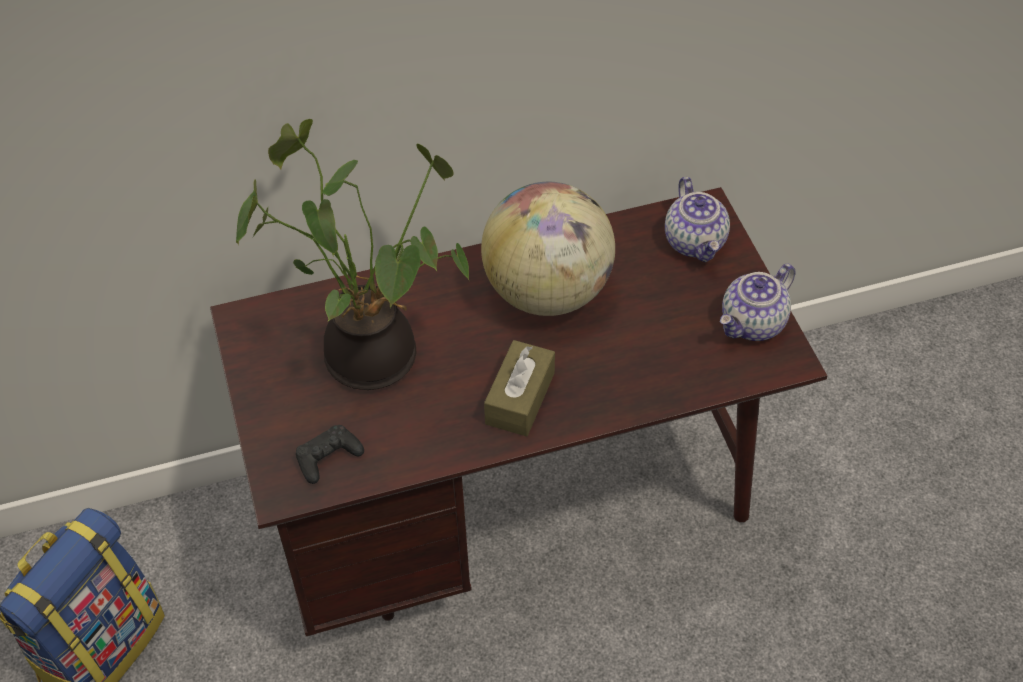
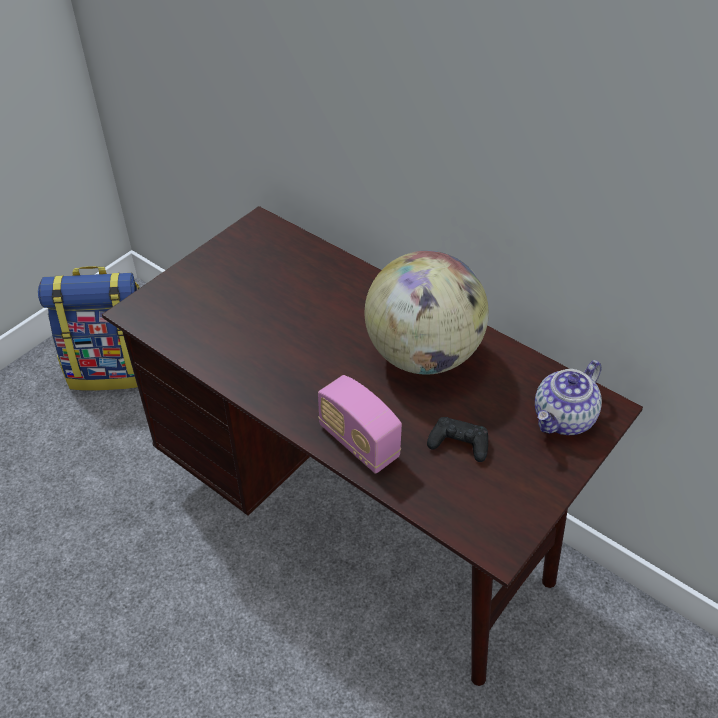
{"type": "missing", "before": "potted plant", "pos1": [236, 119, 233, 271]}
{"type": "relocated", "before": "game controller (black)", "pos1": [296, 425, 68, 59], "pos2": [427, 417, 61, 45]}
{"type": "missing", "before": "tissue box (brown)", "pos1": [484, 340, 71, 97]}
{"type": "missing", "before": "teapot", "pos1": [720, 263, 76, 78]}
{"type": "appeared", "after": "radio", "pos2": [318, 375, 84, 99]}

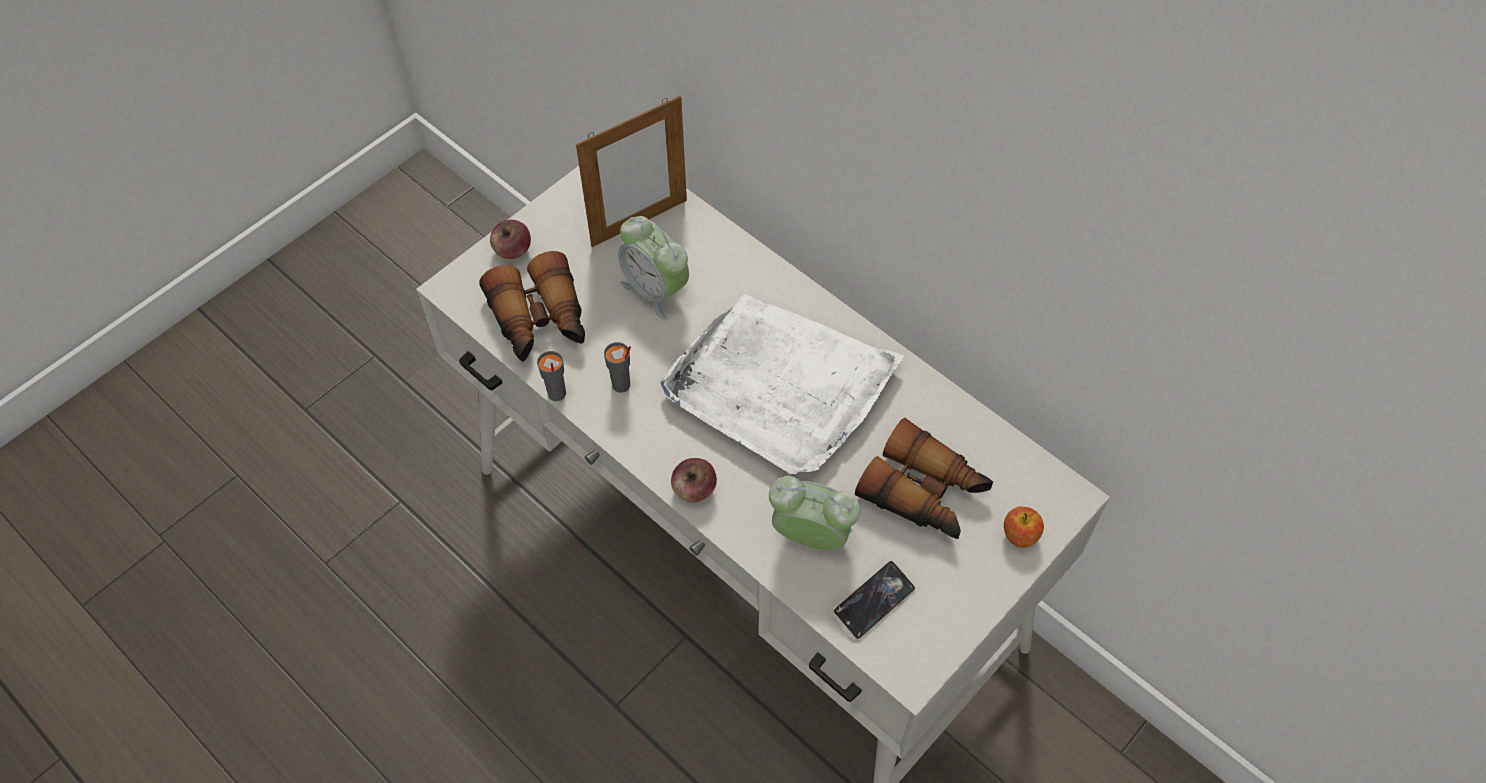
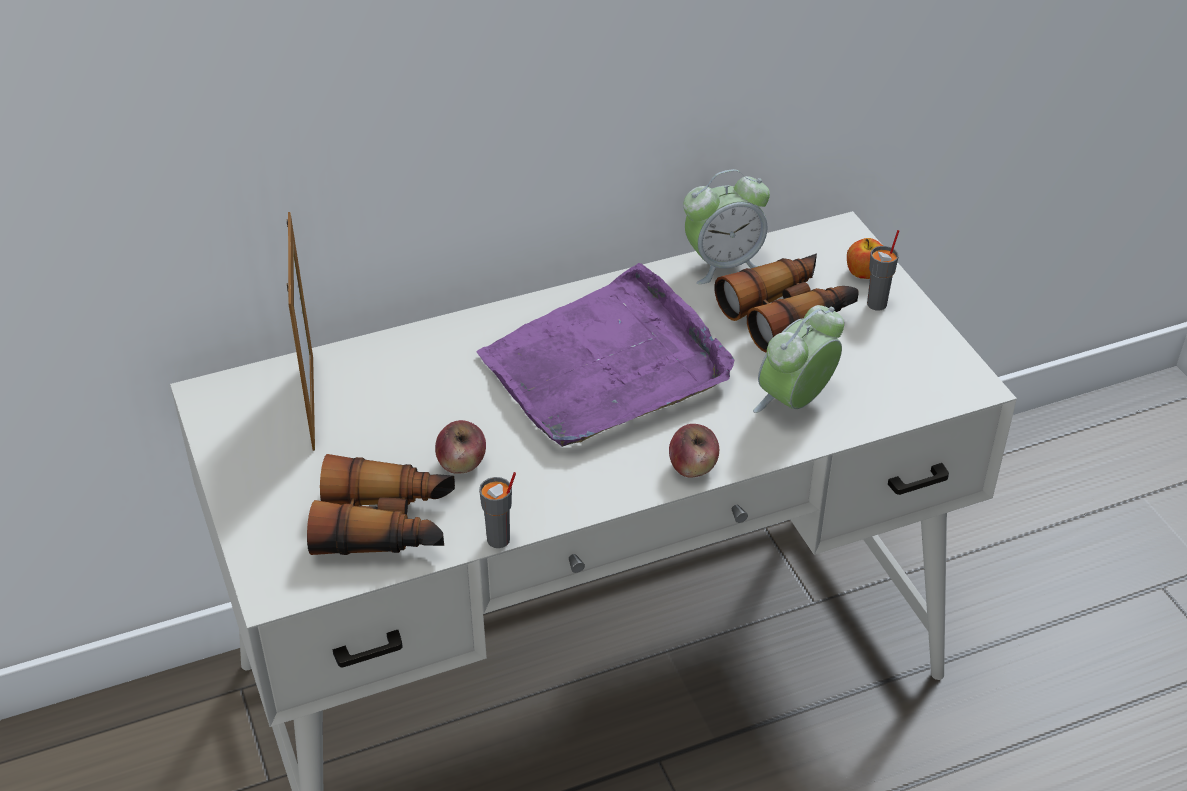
{"type": "relocated", "before": "apple", "pos1": [490, 220, 41, 39], "pos2": [435, 420, 51, 54]}
{"type": "relocated", "before": "cup (grey)", "pos1": [604, 342, 27, 51], "pos2": [867, 230, 32, 81]}
{"type": "relocated", "before": "alarm clock", "pos1": [618, 216, 71, 104], "pos2": [683, 169, 87, 115]}
{"type": "colour", "before": "tray (white)", "after": "tray (purple)", "pos1": [660, 294, 244, 180], "pos2": [476, 263, 258, 184]}
{"type": "missing", "before": "phone", "pos1": [832, 560, 84, 80]}

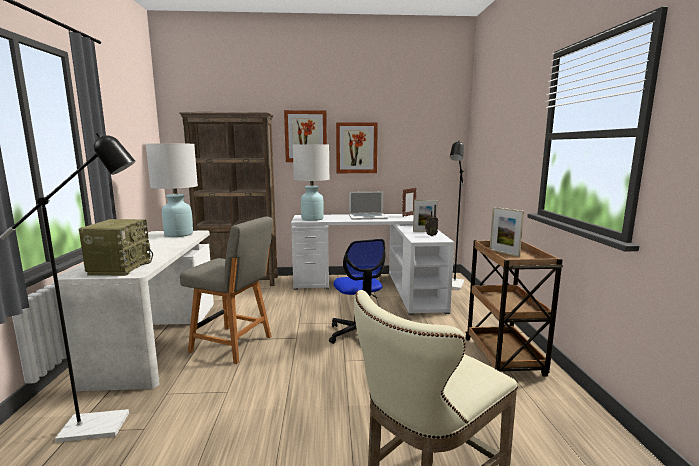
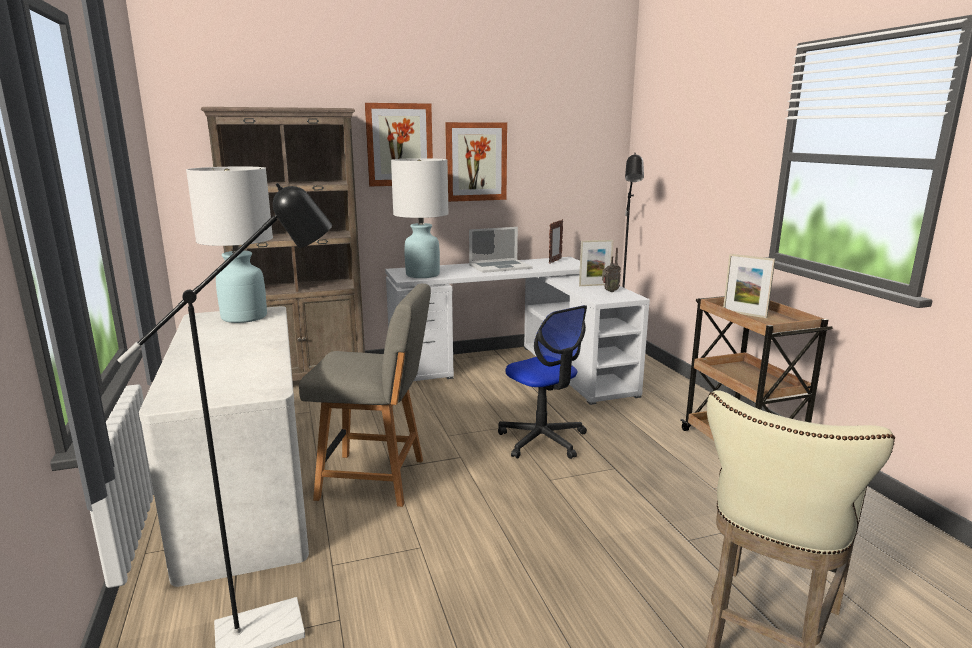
{"type": "missing", "before": "radio", "pos1": [79, 219, 74, 57]}

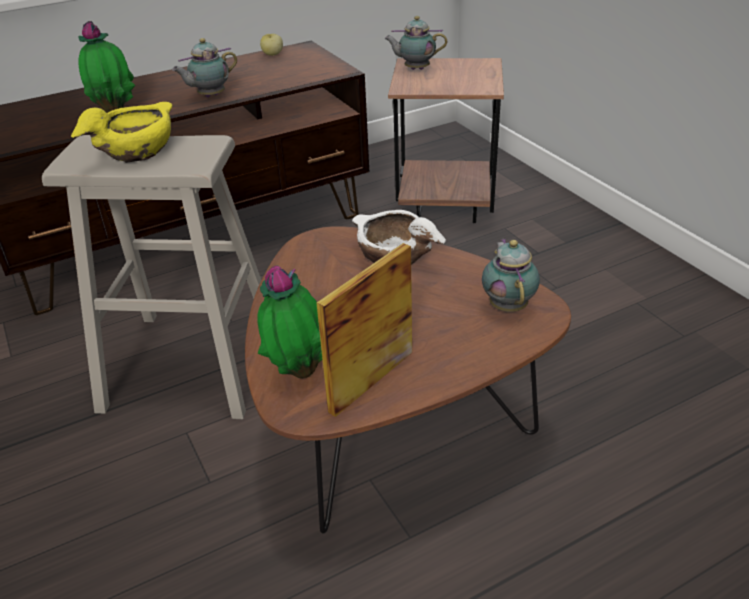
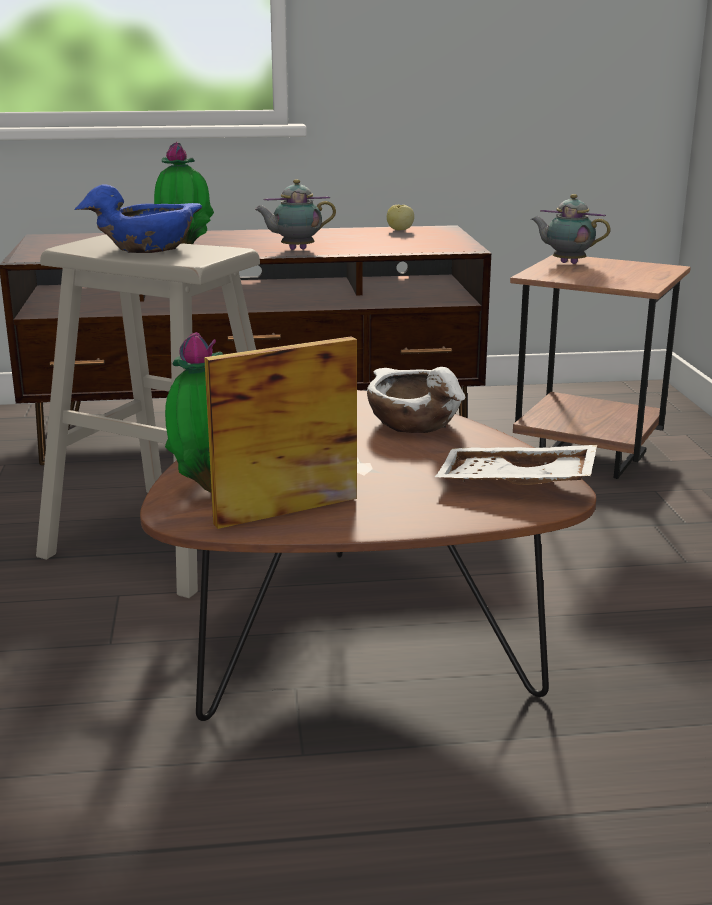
{"type": "colour", "before": "bowl (yellow)", "after": "bowl (blue)", "pos1": [71, 102, 102, 61], "pos2": [74, 184, 128, 69]}
{"type": "exchanged", "before": "teapot", "after": "tray (white)", "pos1": [482, 238, 58, 74], "pos2": [435, 445, 162, 40]}

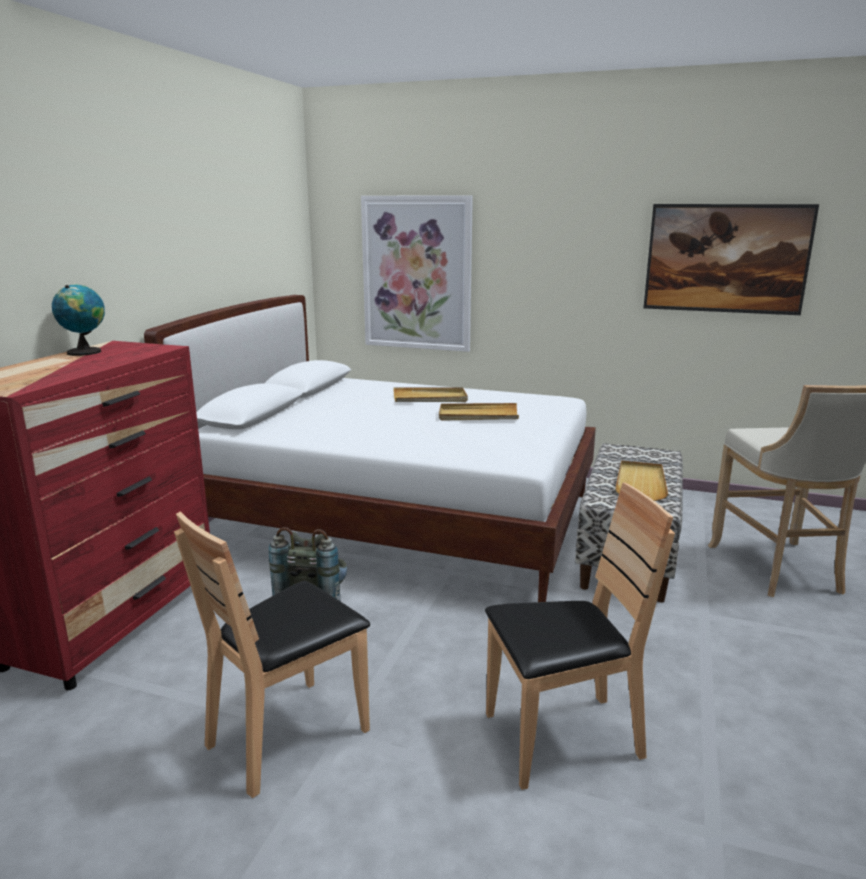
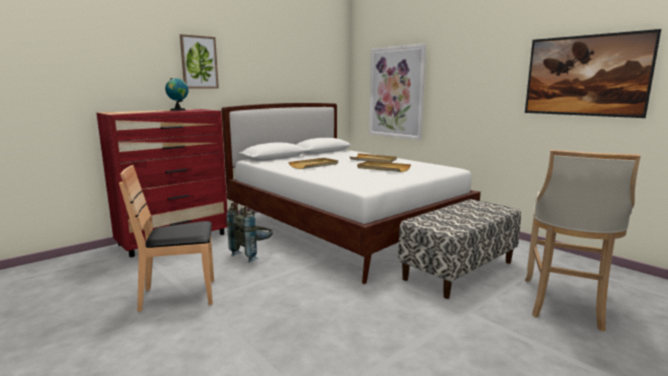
{"type": "missing", "before": "chair (brown)", "pos1": [485, 483, 190, 307]}
{"type": "relocated", "before": "tray (beige)", "pos1": [615, 461, 53, 40], "pos2": [288, 158, 50, 11]}
{"type": "appeared", "after": "picture", "pos2": [180, 34, 39, 55]}

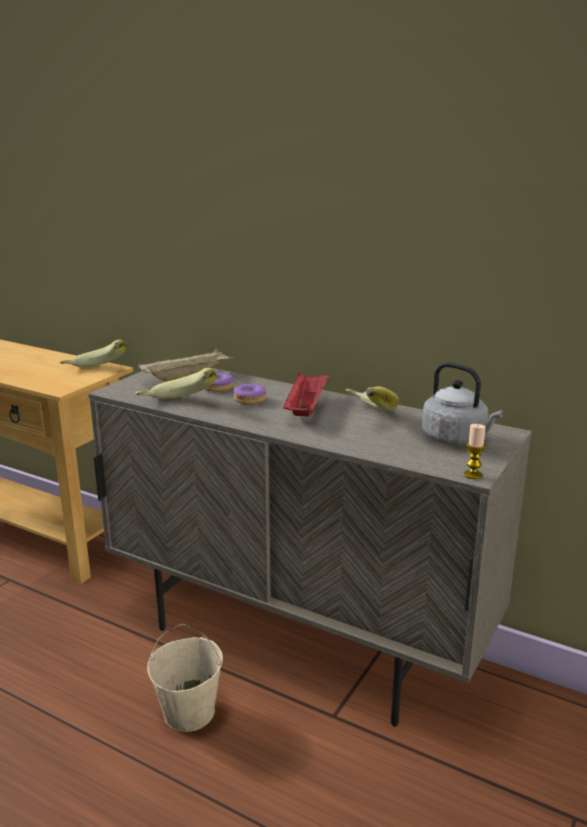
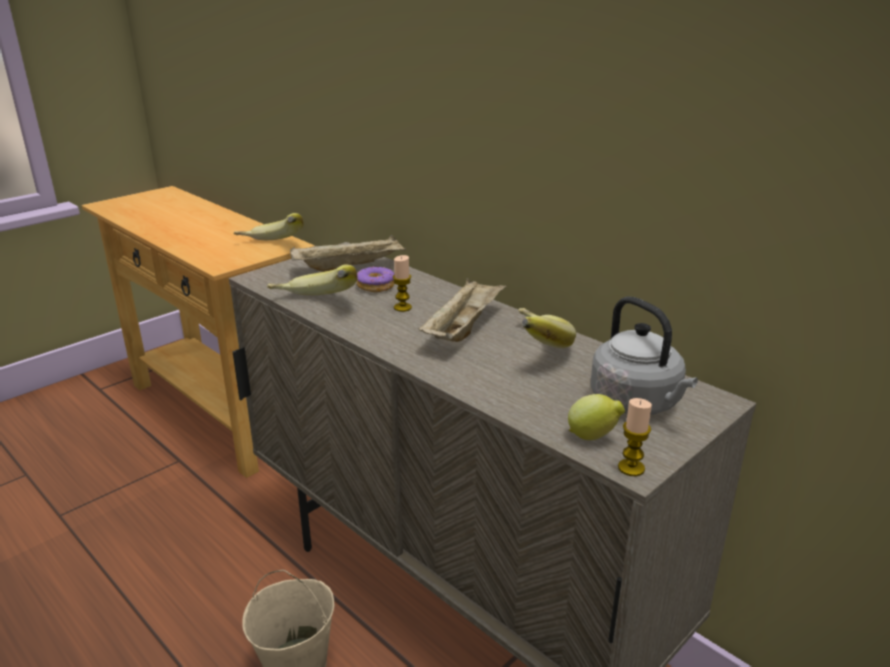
{"type": "exchanged", "before": "donut", "after": "candle", "pos1": [233, 383, 34, 22], "pos2": [393, 255, 19, 57]}
{"type": "colour", "before": "tray (red)", "after": "tray (beige)", "pos1": [283, 372, 46, 44], "pos2": [418, 278, 89, 64]}
{"type": "appeared", "after": "lemon", "pos2": [568, 394, 57, 46]}

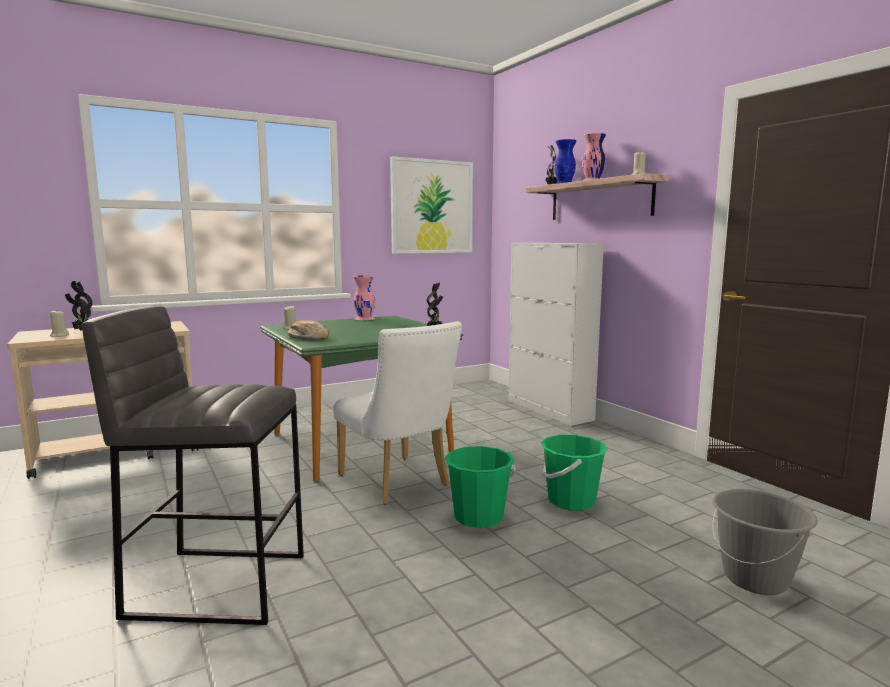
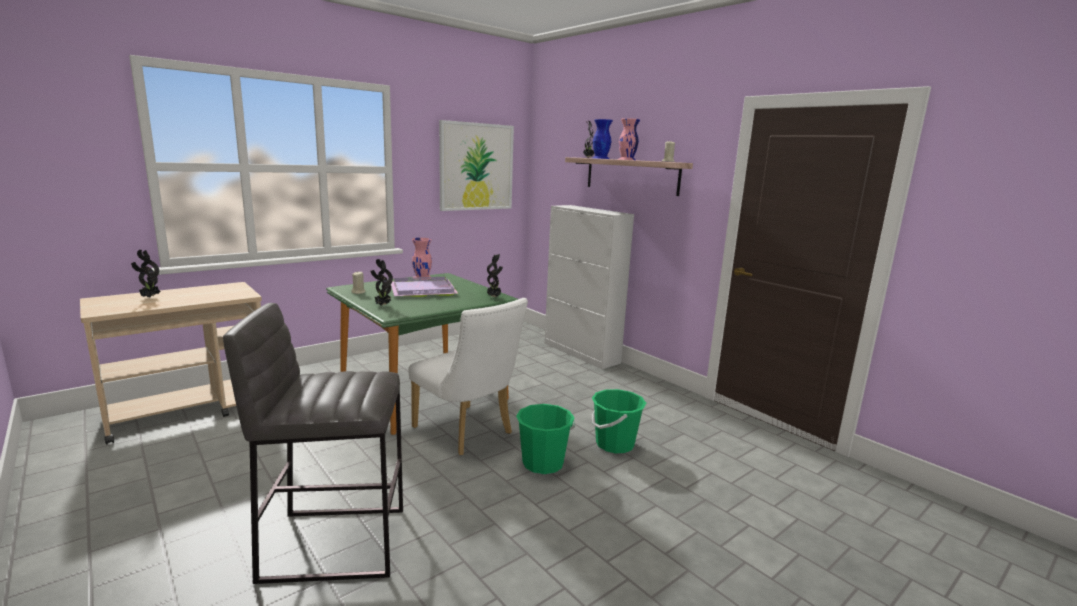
{"type": "missing", "before": "candle (beige)", "pos1": [50, 311, 19, 26]}
{"type": "exchanged", "before": "bread", "after": "potted plant", "pos1": [288, 320, 41, 19], "pos2": [370, 259, 23, 47]}
{"type": "missing", "before": "bucket (grey)", "pos1": [712, 489, 106, 106]}
{"type": "appeared", "after": "tray (purple)", "pos2": [391, 277, 68, 20]}

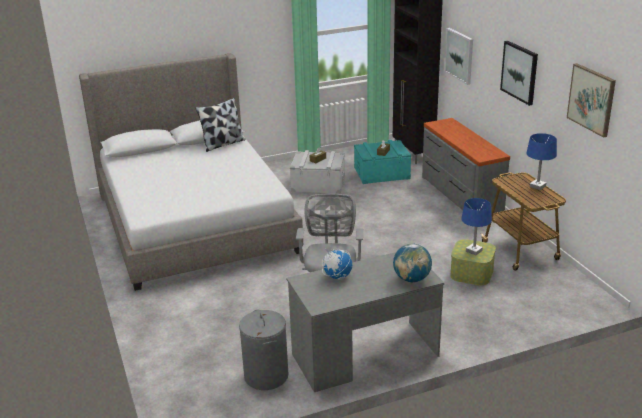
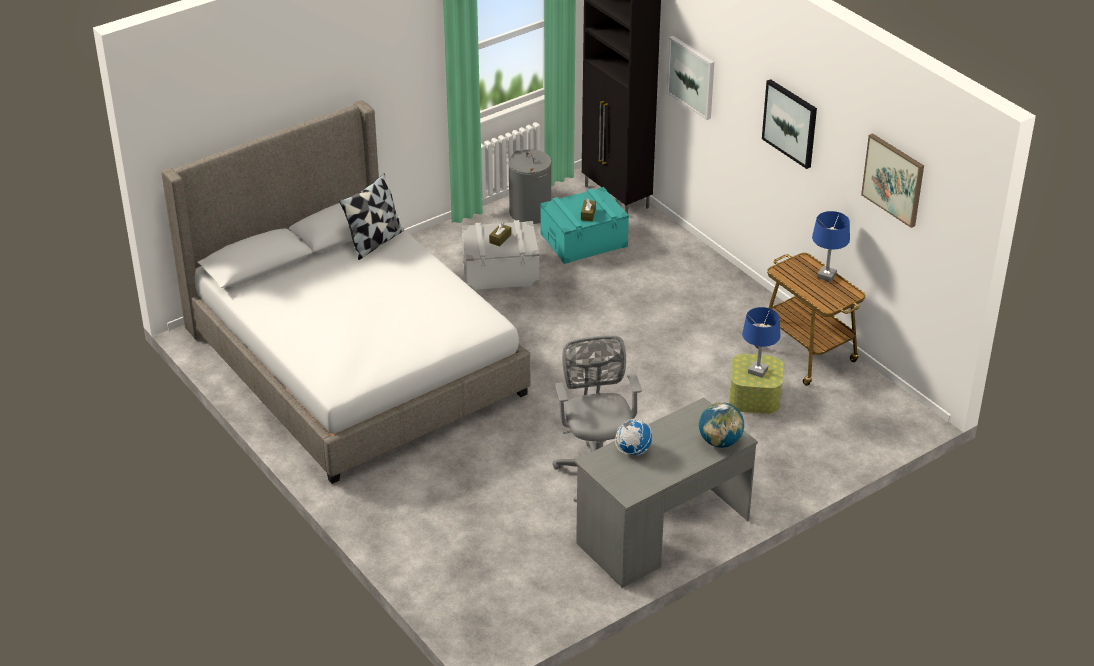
{"type": "relocated", "before": "laundry basket (grey)", "pos1": [239, 310, 49, 80], "pos2": [508, 149, 44, 75]}
{"type": "missing", "before": "dresser (grey)", "pos1": [422, 118, 88, 95]}

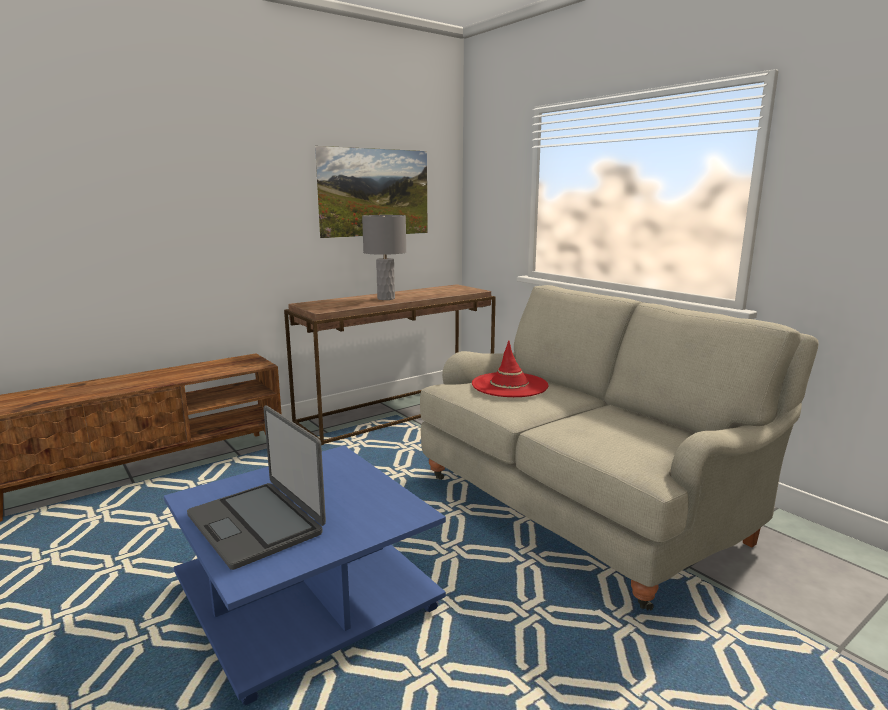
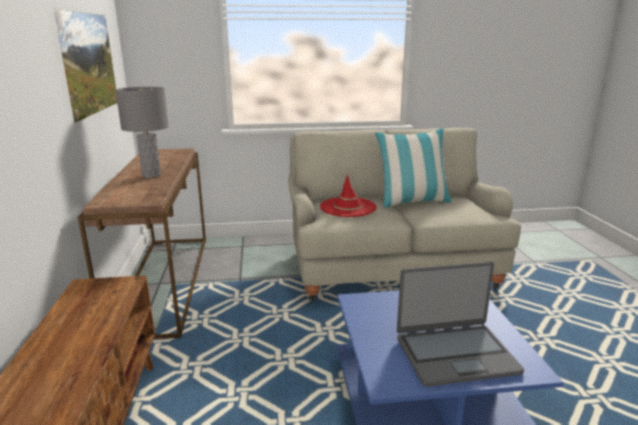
{"type": "appeared", "after": "pillow", "pos2": [375, 128, 77, 79]}

